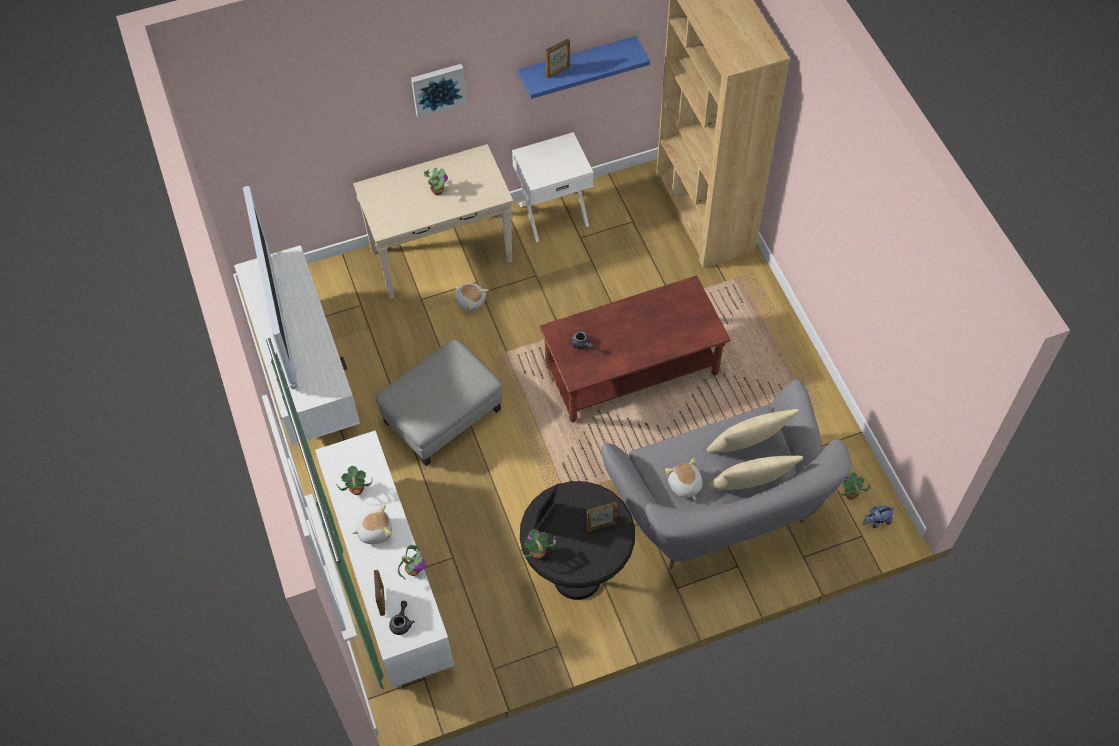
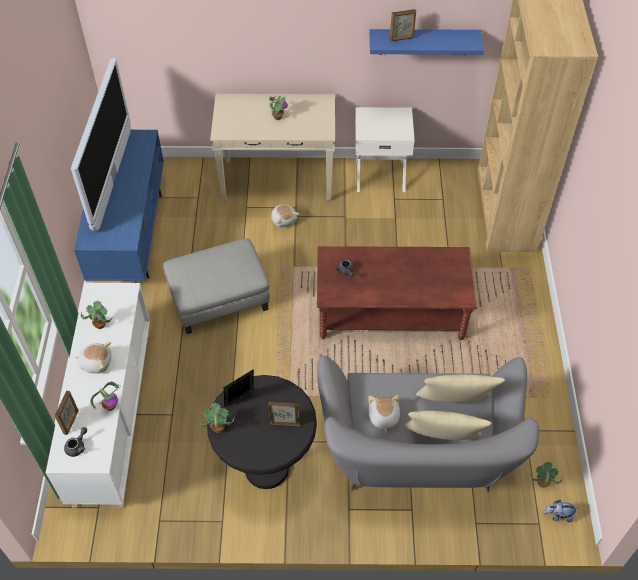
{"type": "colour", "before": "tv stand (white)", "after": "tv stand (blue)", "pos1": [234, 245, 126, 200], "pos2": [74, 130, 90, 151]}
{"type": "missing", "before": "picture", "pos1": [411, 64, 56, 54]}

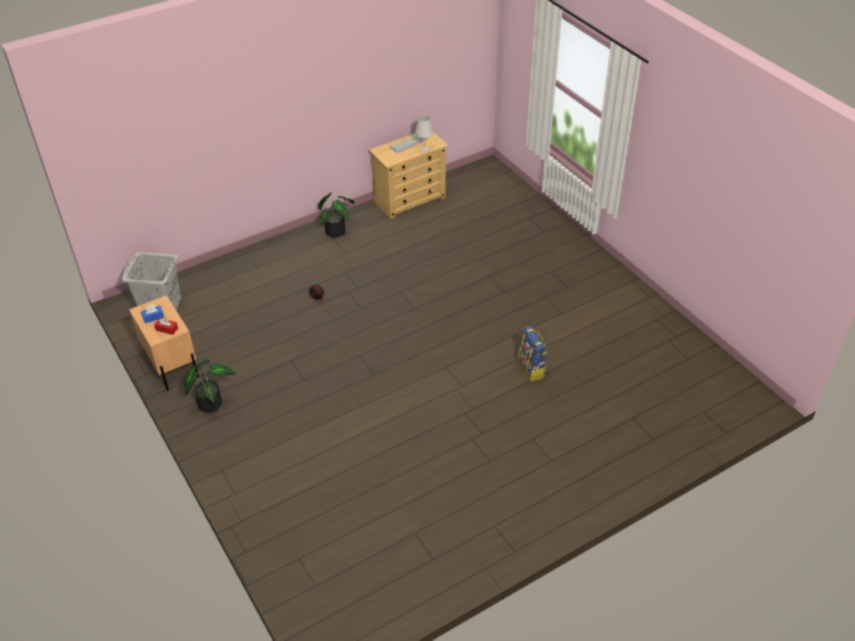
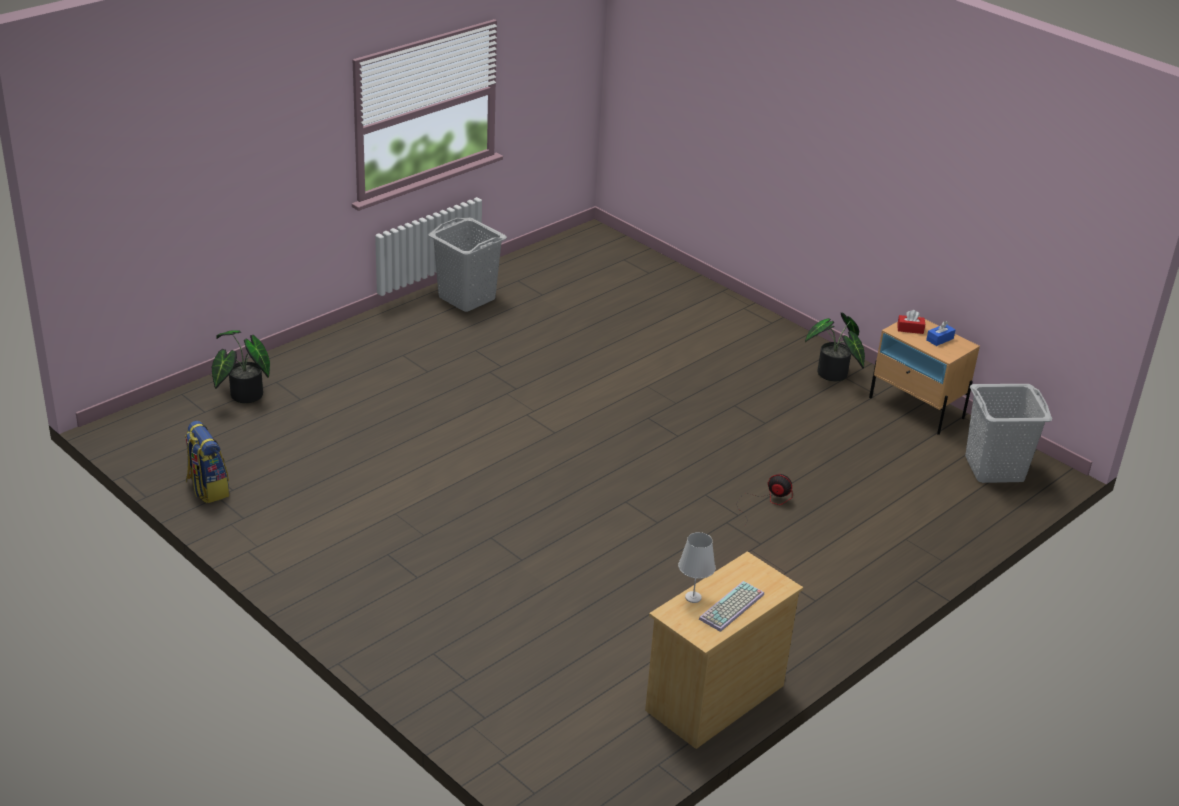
{"type": "relocated", "before": "potted plant", "pos1": [318, 193, 36, 45], "pos2": [212, 330, 58, 73]}
{"type": "relocated", "before": "backpack", "pos1": [517, 326, 30, 56], "pos2": [185, 421, 44, 82]}
{"type": "appeared", "after": "laundry basket (grey)", "pos2": [428, 217, 79, 95]}

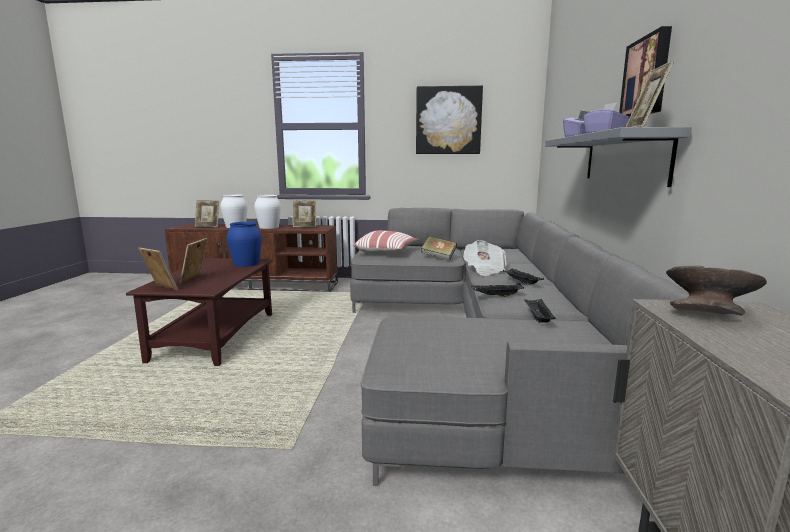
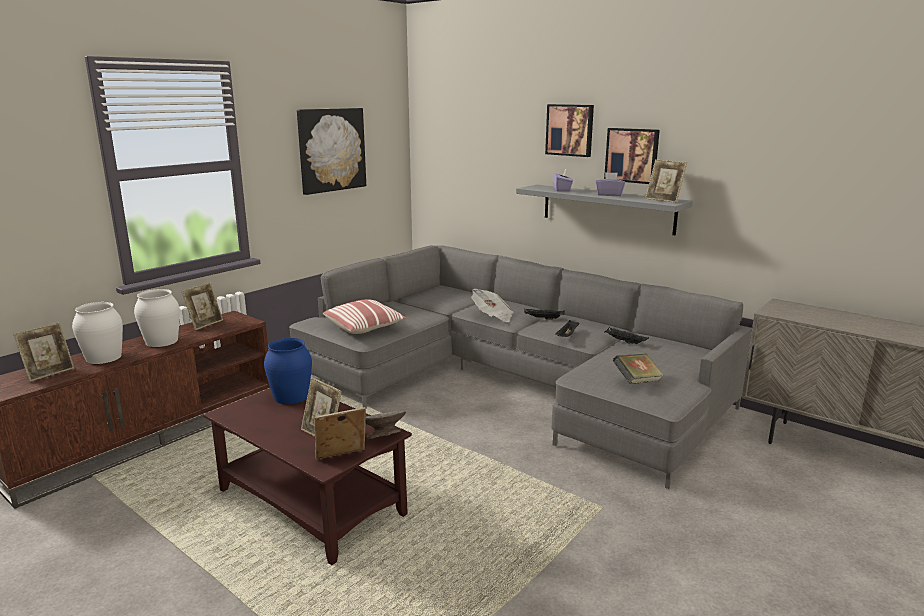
{"type": "relocated", "before": "book", "pos1": [421, 236, 36, 24], "pos2": [613, 354, 51, 30]}
{"type": "relocated", "before": "bowl (grey)", "pos1": [666, 266, 101, 49], "pos2": [365, 411, 41, 28]}
{"type": "appeared", "after": "picture", "pos2": [545, 104, 49, 53]}

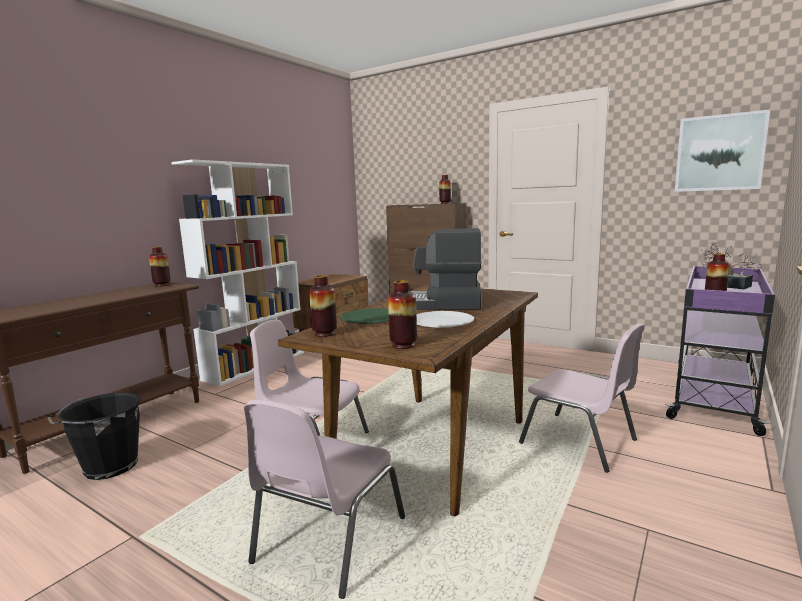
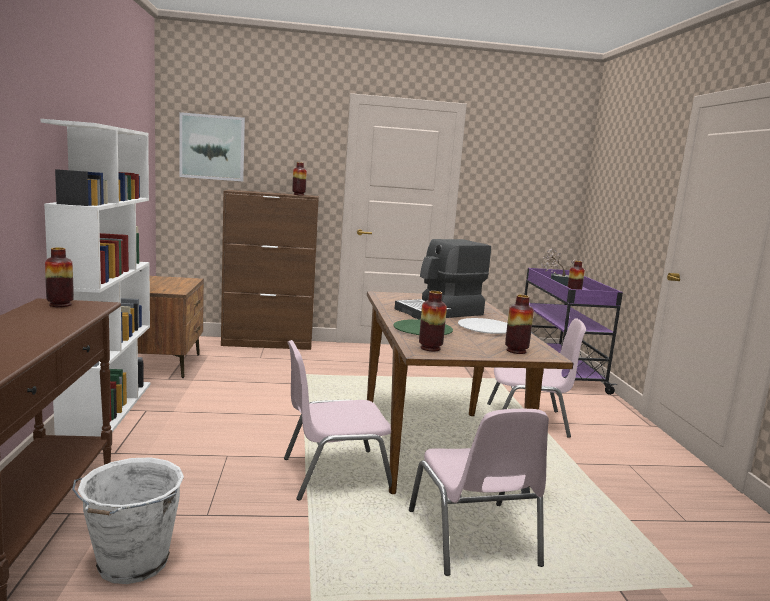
{"type": "colour", "before": "bucket (black)", "after": "bucket (white)", "pos1": [48, 392, 93, 88], "pos2": [72, 458, 112, 126]}
{"type": "relocated", "before": "picture", "pos1": [675, 109, 95, 83], "pos2": [179, 112, 66, 69]}

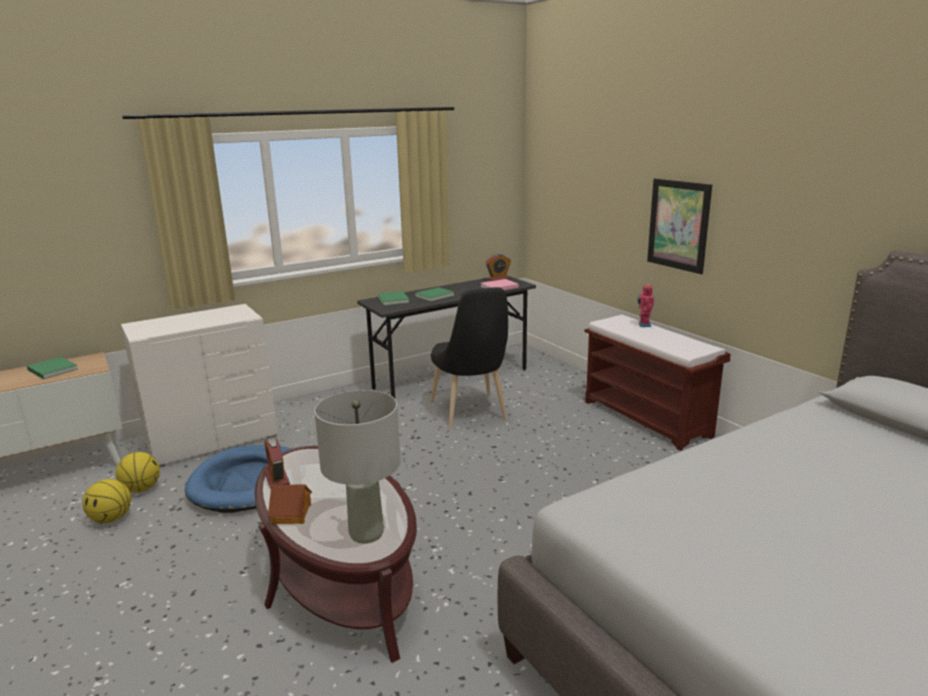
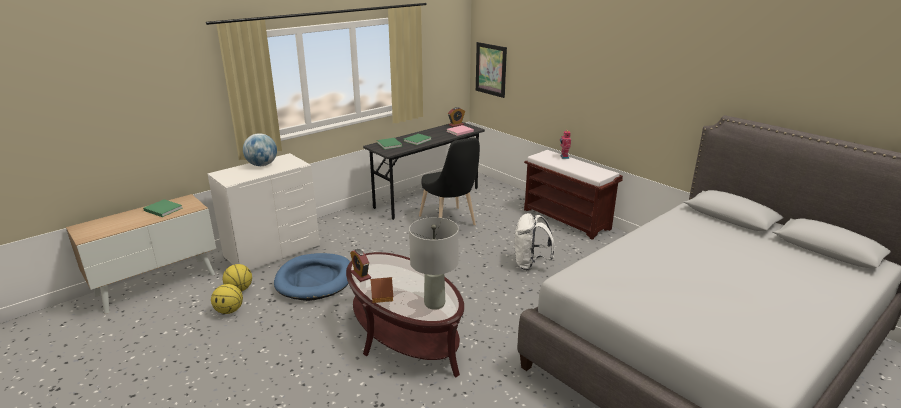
{"type": "relocated", "before": "picture", "pos1": [647, 179, 65, 95], "pos2": [476, 42, 31, 56]}
{"type": "appeared", "after": "globe", "pos2": [243, 133, 34, 33]}
{"type": "appeared", "after": "backpack (white)", "pos2": [515, 213, 40, 57]}

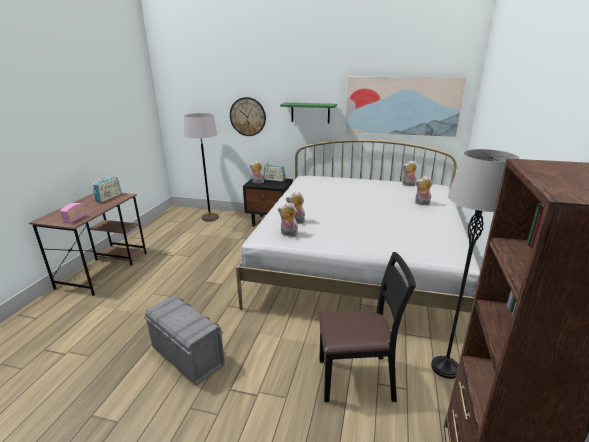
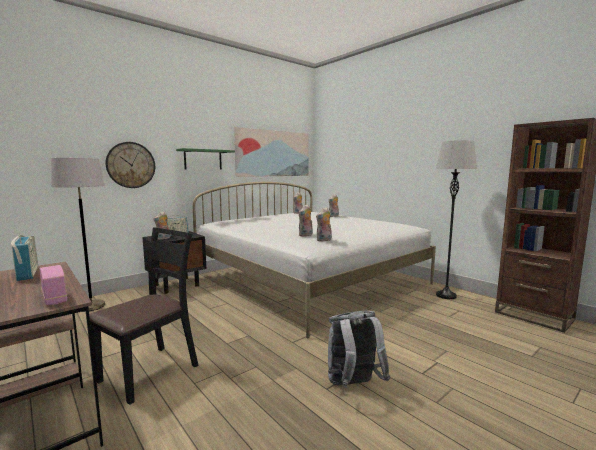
{"type": "exchanged", "before": "storage box (grey)", "after": "backpack (grey)", "pos1": [144, 296, 81, 89], "pos2": [328, 311, 62, 77]}
{"type": "relocated", "before": "chair (black)", "pos1": [318, 252, 98, 150], "pos2": [89, 227, 109, 178]}

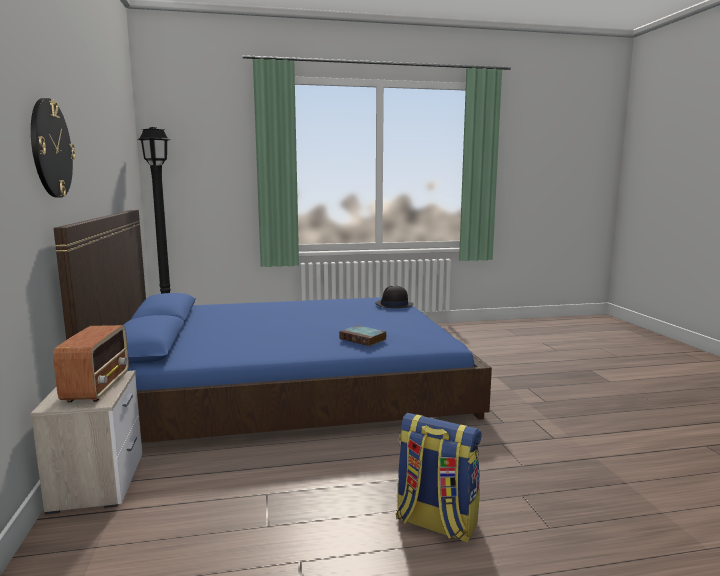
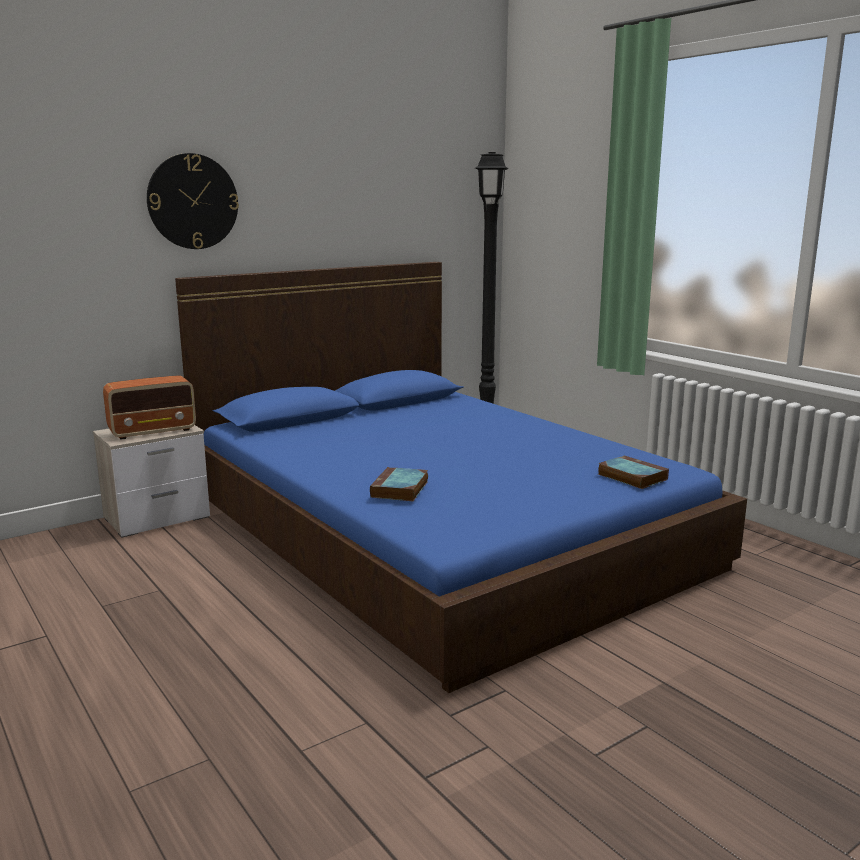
{"type": "exchanged", "before": "hat (black)", "after": "book", "pos1": [375, 286, 39, 22], "pos2": [598, 455, 71, 34]}
{"type": "missing", "before": "backpack", "pos1": [396, 413, 86, 130]}

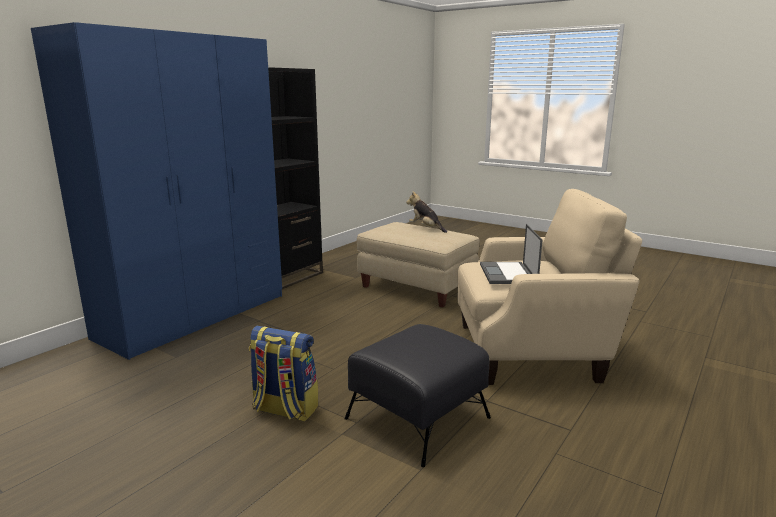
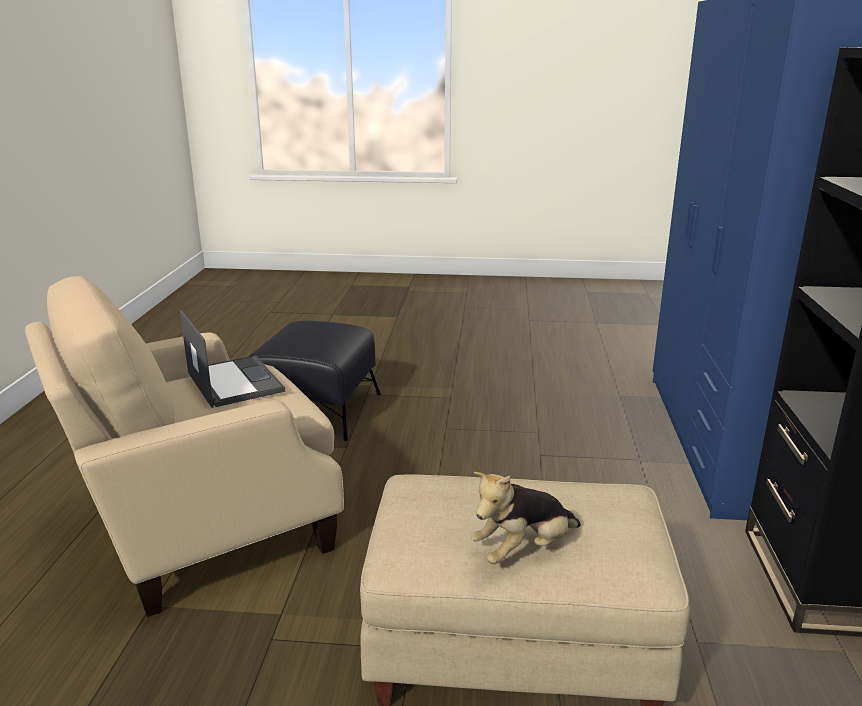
{"type": "missing", "before": "backpack", "pos1": [249, 326, 69, 96]}
{"type": "spun", "before": "plush toy", "pos1": [406, 191, 41, 42], "pos2": [471, 472, 110, 92], "turn": 135}

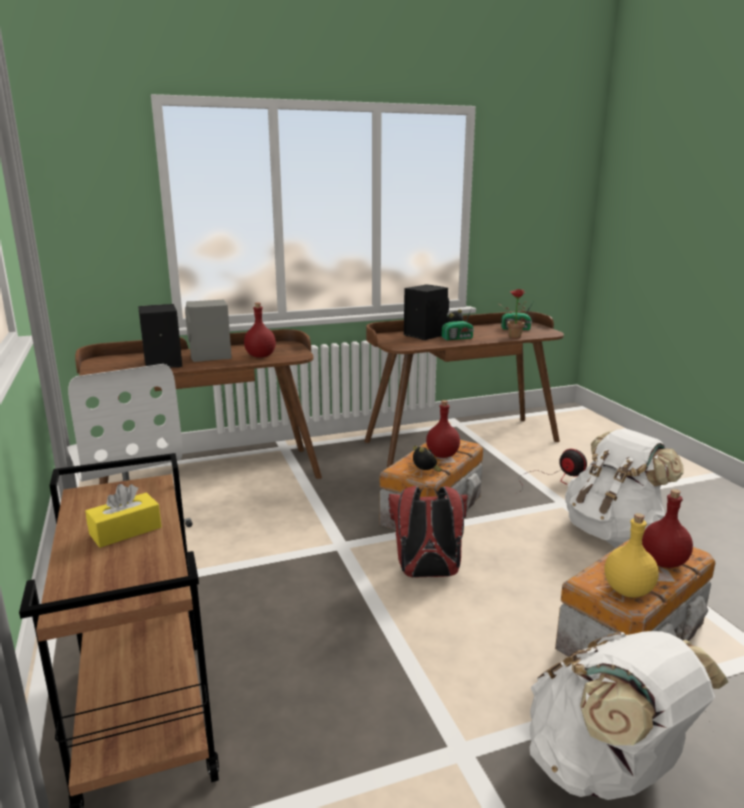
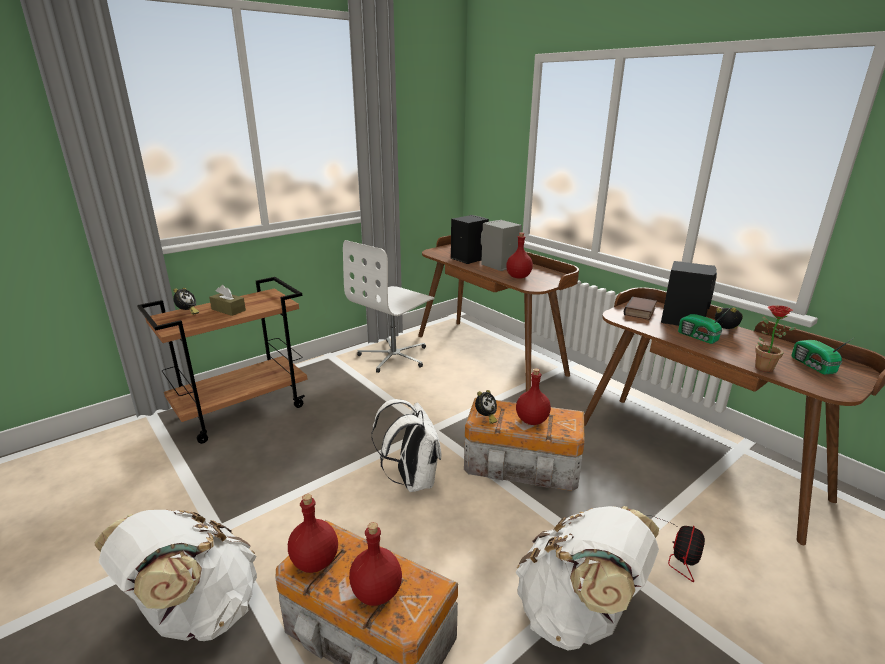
{"type": "colour", "before": "tissue box (yellow)", "after": "tissue box (brown)", "pos1": [85, 484, 77, 64], "pos2": [209, 285, 37, 31]}
{"type": "colour", "before": "backpack (red)", "after": "backpack (white)", "pos1": [388, 486, 80, 92], "pos2": [371, 399, 70, 93]}
{"type": "colour", "before": "bottle (yellow)", "after": "bottle (red)", "pos1": [605, 513, 54, 85], "pos2": [288, 494, 50, 79]}
{"type": "appeared", "after": "alarm clock", "pos2": [173, 288, 26, 27]}
{"type": "appeared", "after": "book", "pos2": [624, 297, 33, 23]}

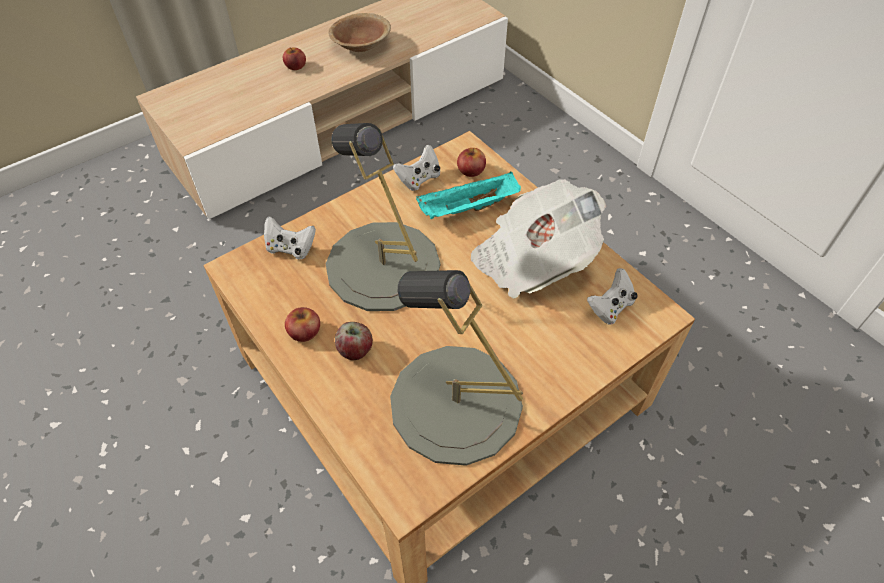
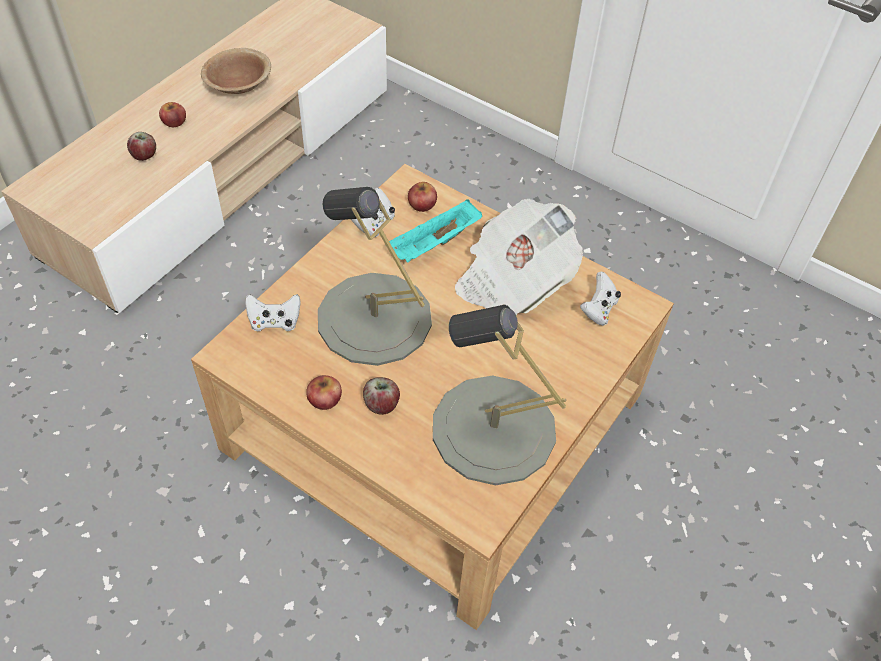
{"type": "appeared", "after": "apple", "pos2": [127, 132, 29, 29]}

